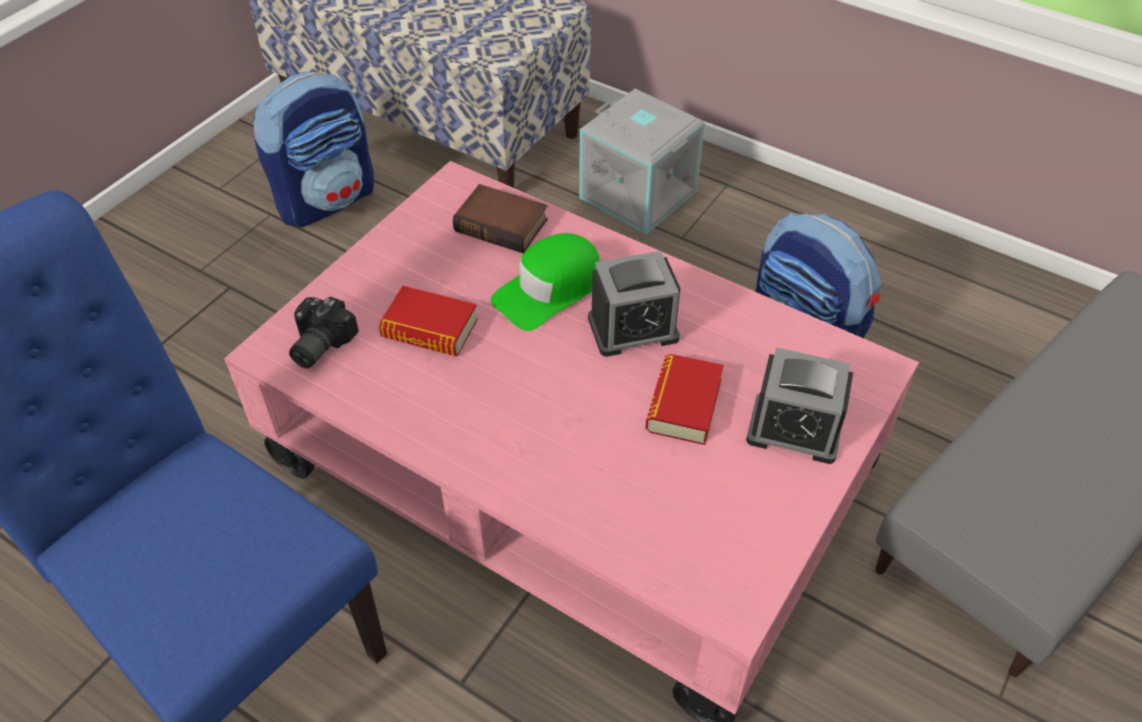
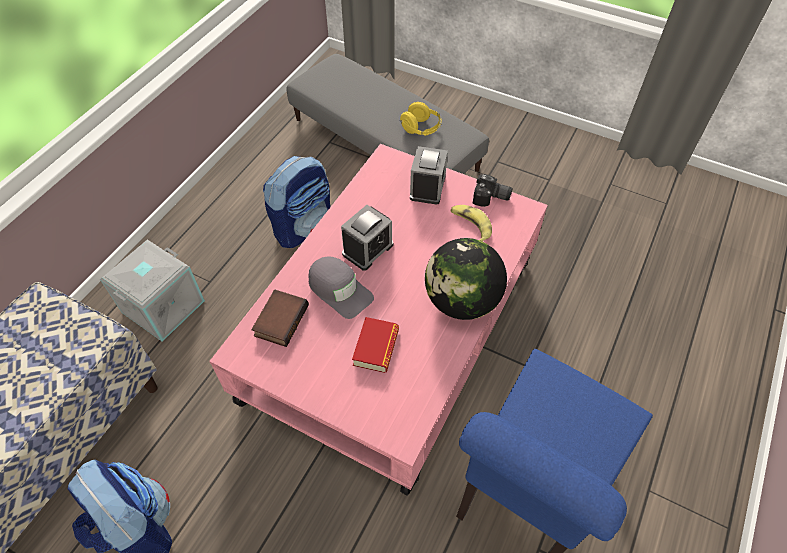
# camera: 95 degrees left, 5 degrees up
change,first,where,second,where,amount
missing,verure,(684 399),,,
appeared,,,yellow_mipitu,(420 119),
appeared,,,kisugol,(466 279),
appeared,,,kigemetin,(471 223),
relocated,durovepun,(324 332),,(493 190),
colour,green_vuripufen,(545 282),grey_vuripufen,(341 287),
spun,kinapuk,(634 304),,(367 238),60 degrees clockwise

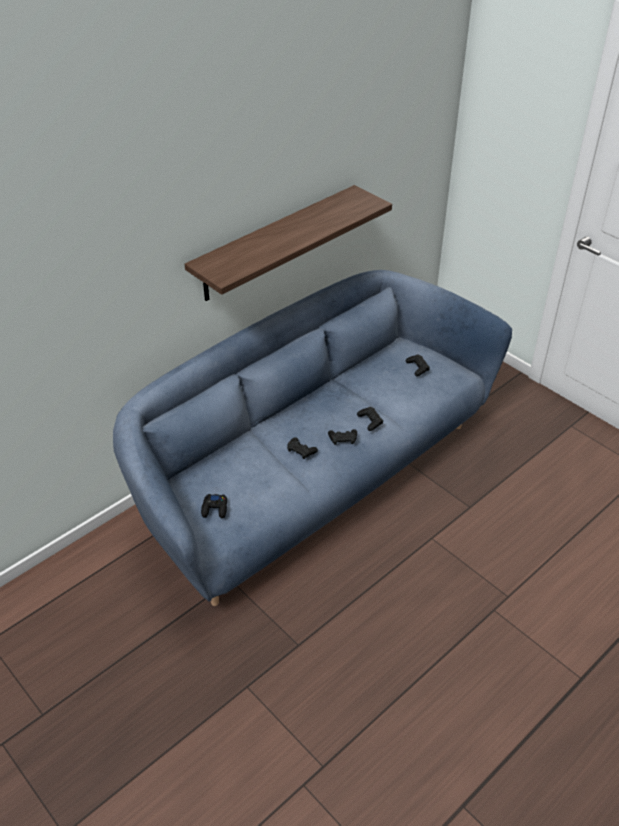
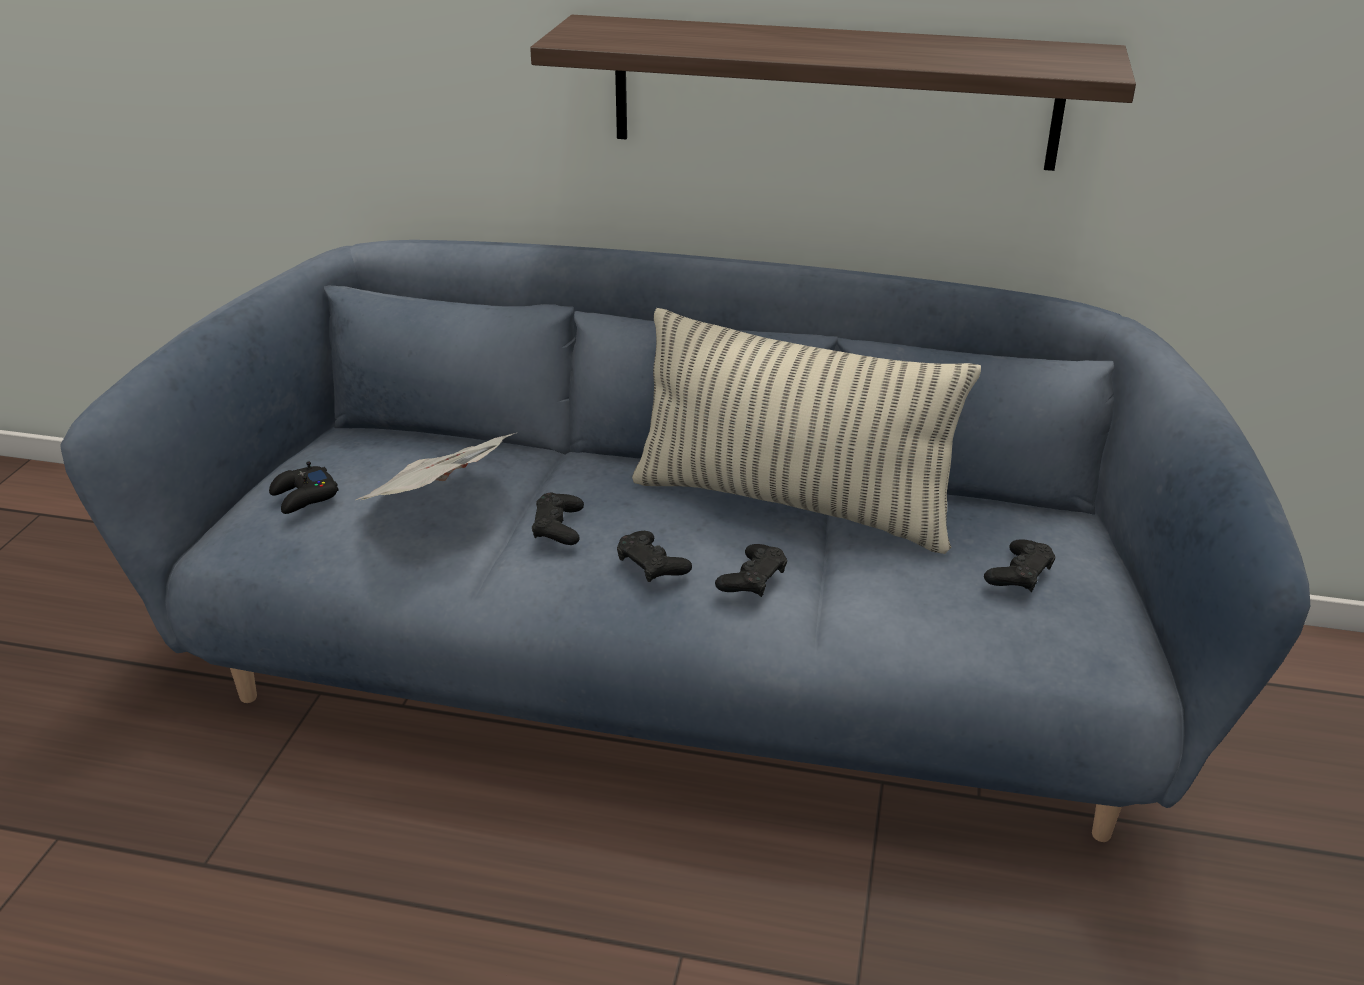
# camera: 55 degrees right, 10 degrees down
change,first,where,second,where,amount
appeared,,,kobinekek,(437 466),
appeared,,,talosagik,(806 431),

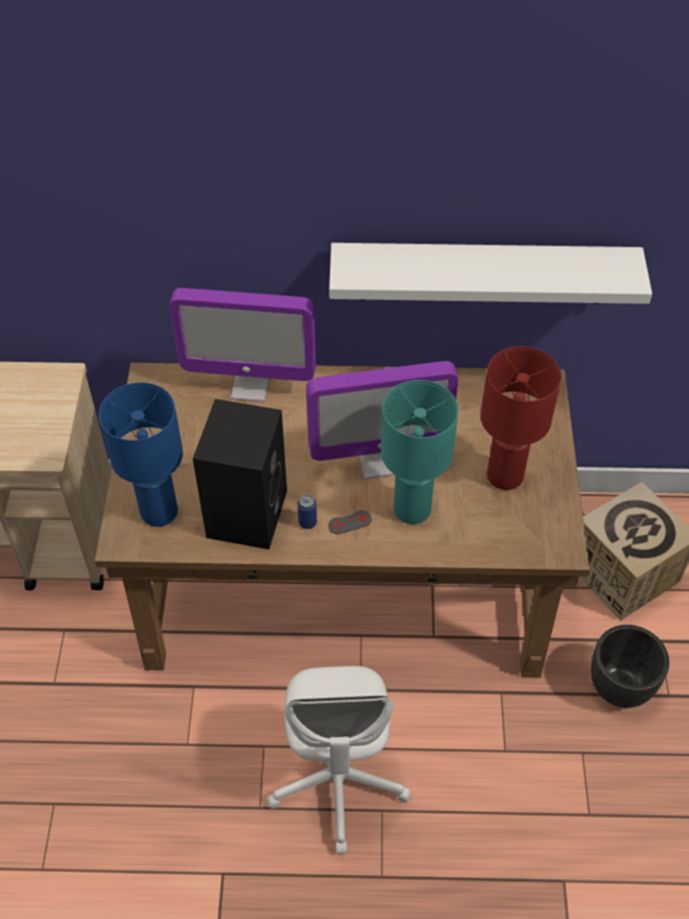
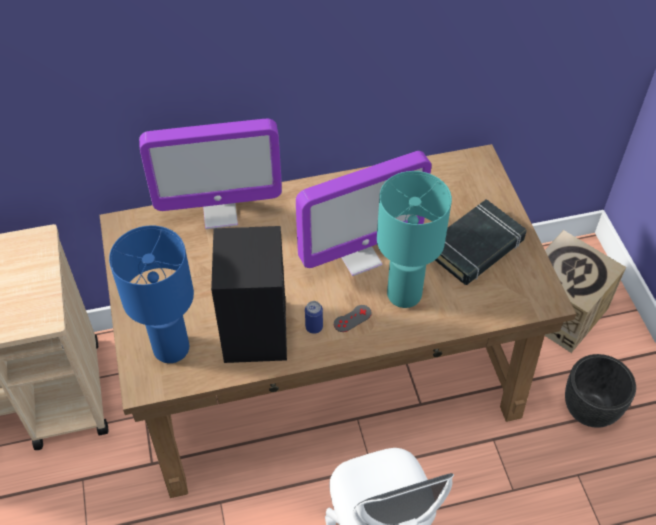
# camera: 15 degrees left, 0 degrees up
change,first,where,second,where,amount
missing,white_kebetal,(490 273),,,
exchanged,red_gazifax,(521 418),black_verure,(481 242),

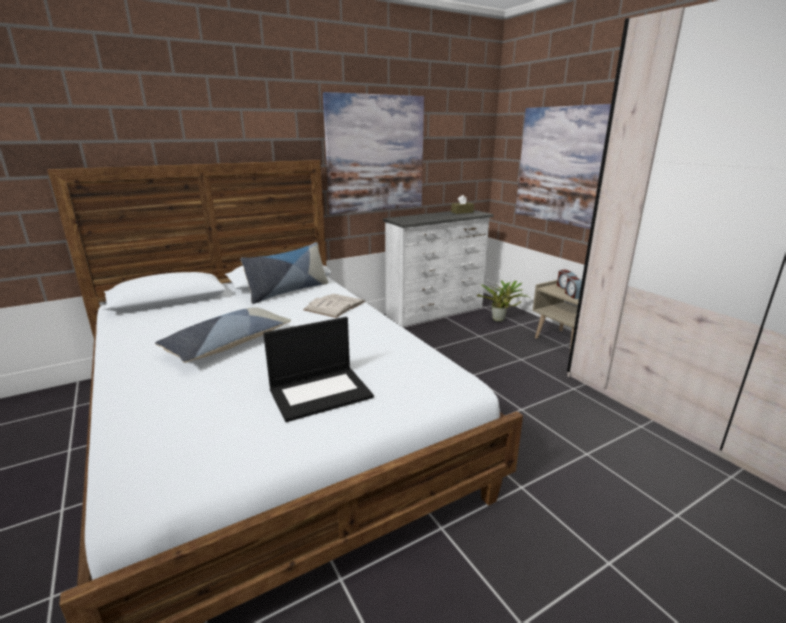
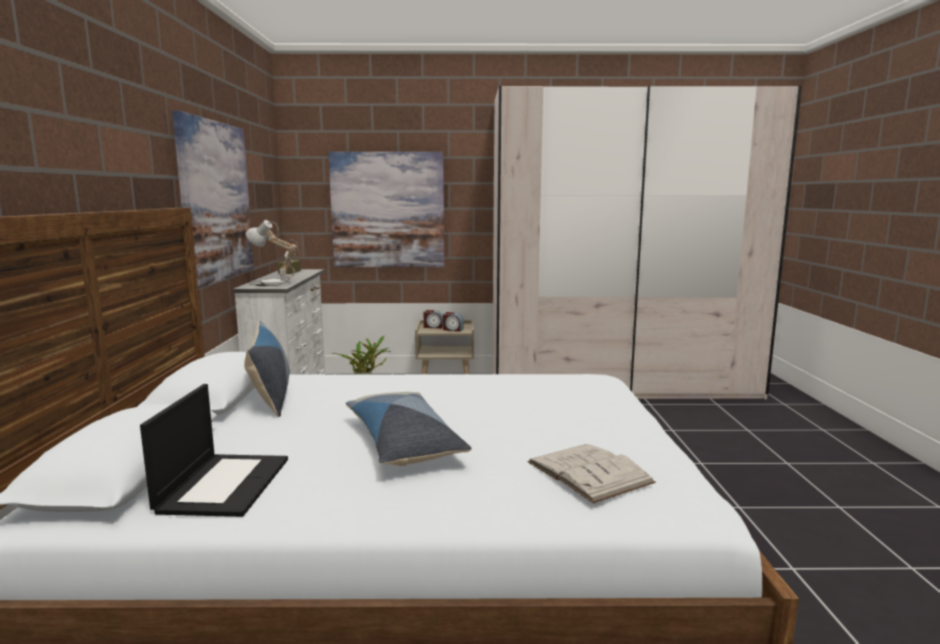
# camera: 60 degrees left, 10 degrees down
change,first,where,second,where,amount
appeared,,,gazifax,(272 253),
relocated,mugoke,(318 369),,(214 450),
relocated,white_verure,(335 306),,(592 473),

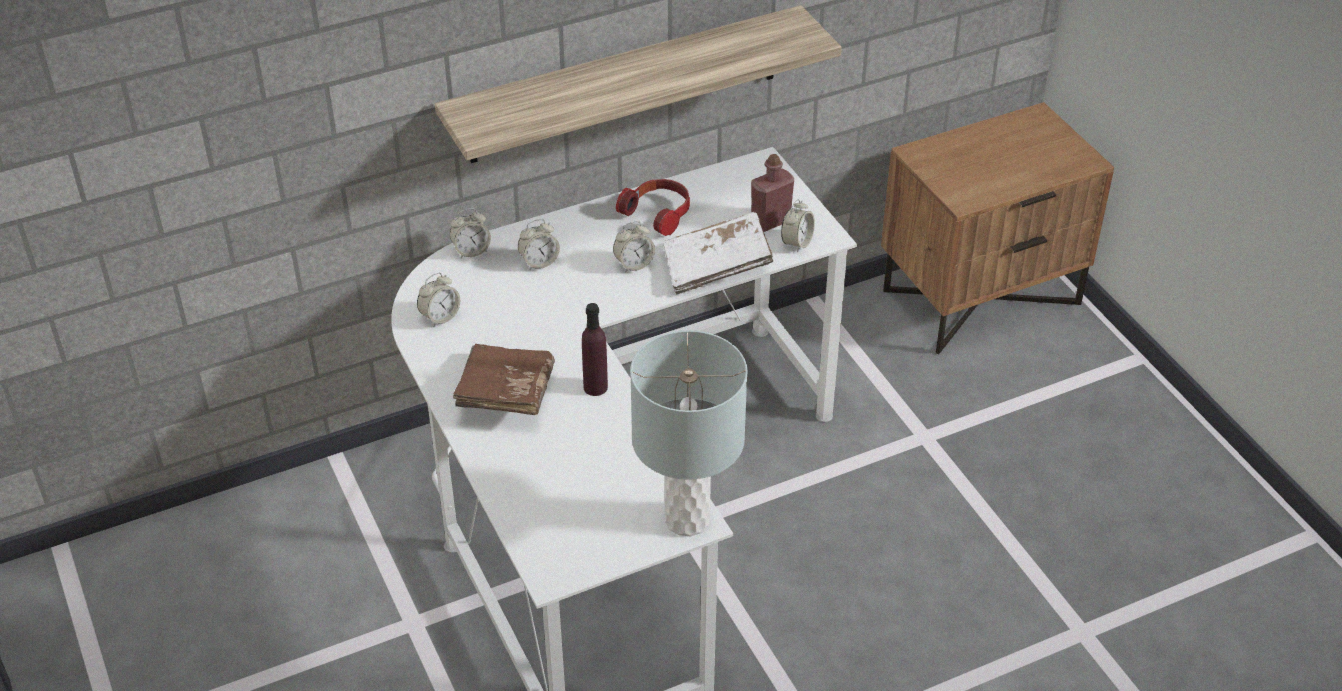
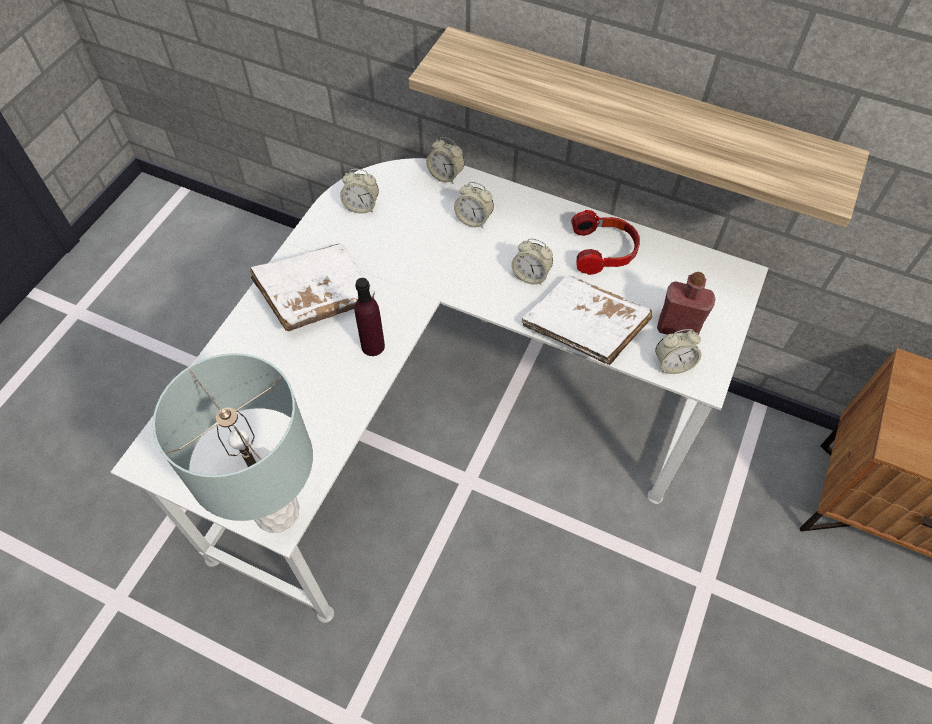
# camera: 50 degrees right, 15 degrees up
change,first,where,second,where,amount
colour,brown_verure,(504 379),white_verure,(312 287),

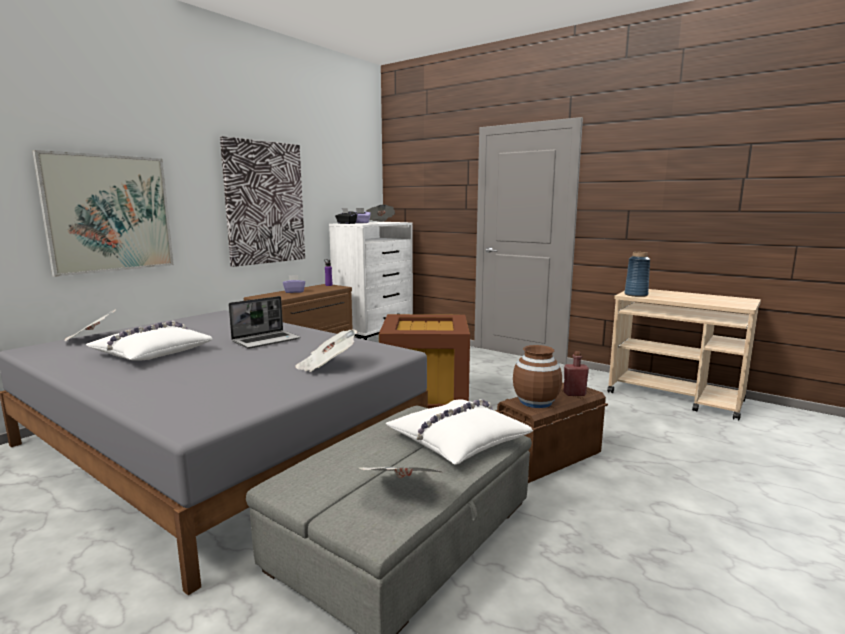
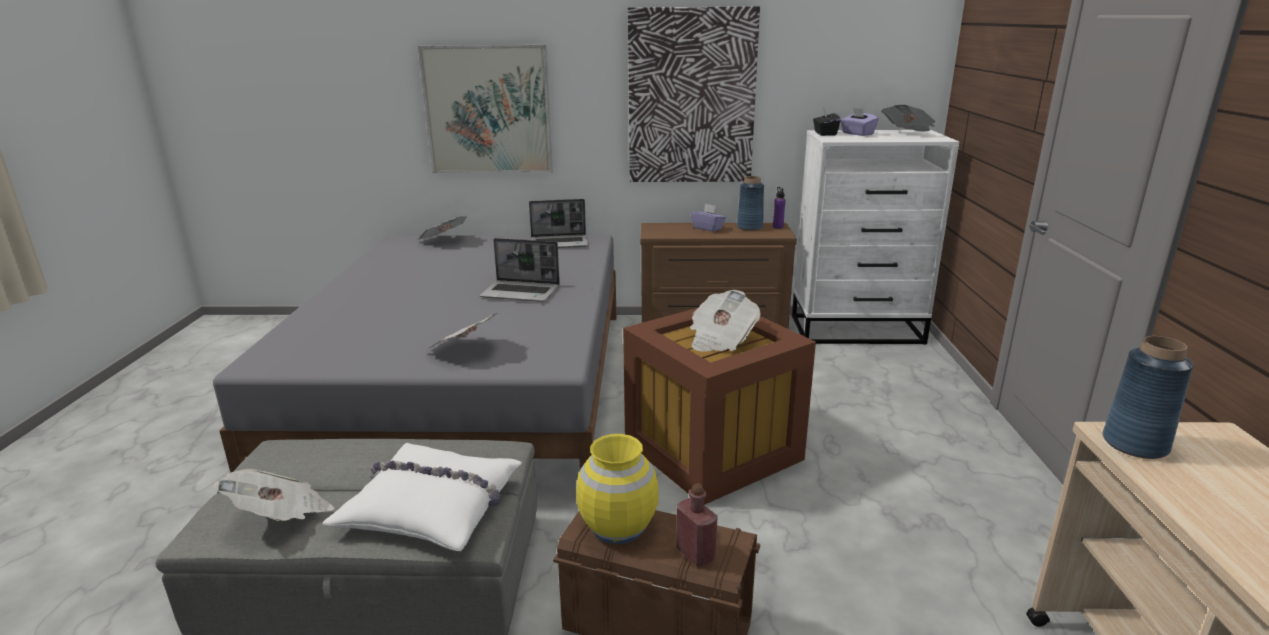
# camera: 55 degrees right, 10 degrees up
change,first,where,second,where,amount
missing,white_talosagik,(149 341),,,
appeared,,,mugoke,(559 223),
appeared,,,kobinekek,(725 321),
appeared,,,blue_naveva,(750 203),
colour,brown_naveva,(537 376),yellow_naveva,(617 489),

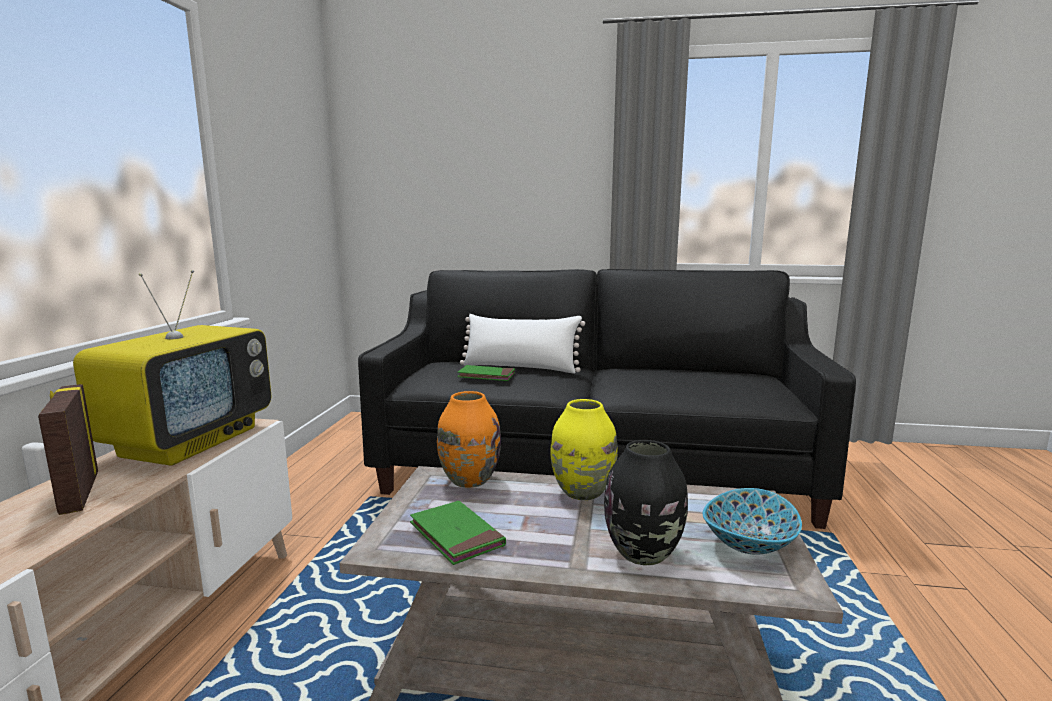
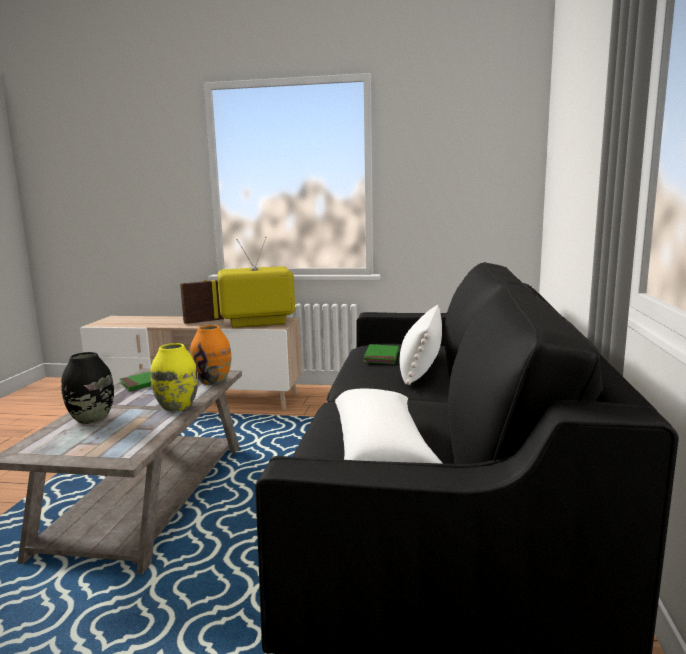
# camera: 90 degrees right, 0 degrees up
change,first,where,second,where,amount
missing,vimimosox,(752 521),,,
appeared,,,white_talosagik,(389 426),
spun,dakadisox,(172 368),,(256 282),150 degrees clockwise

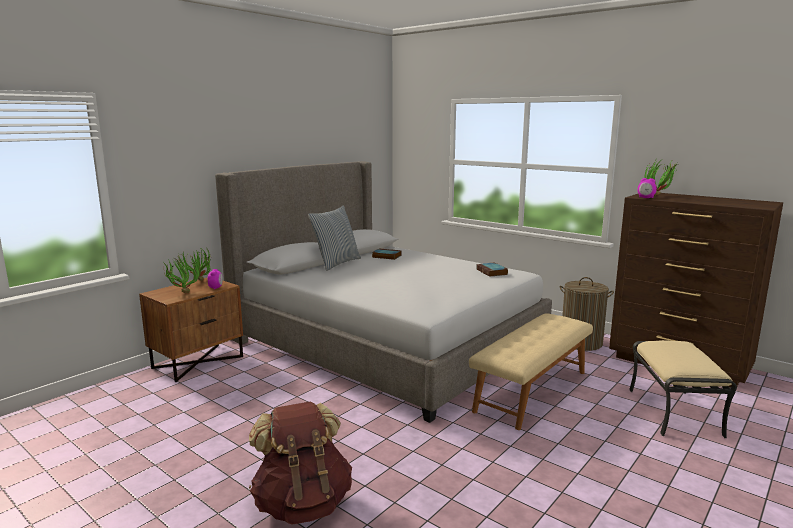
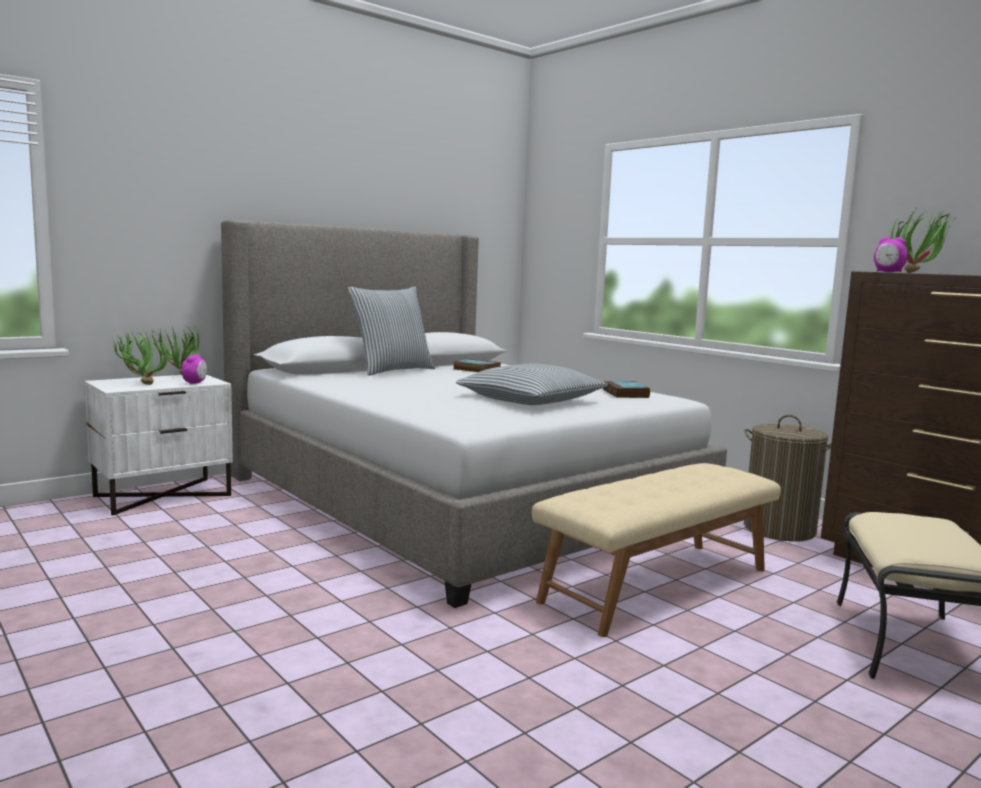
# camera: 10 degrees right, 5 degrees down
change,first,where,second,where,amount
missing,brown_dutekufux,(300 463),,,
appeared,,,talosagik,(532 384),
colour,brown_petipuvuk,(191 329),white_petipuvuk,(158 445),

